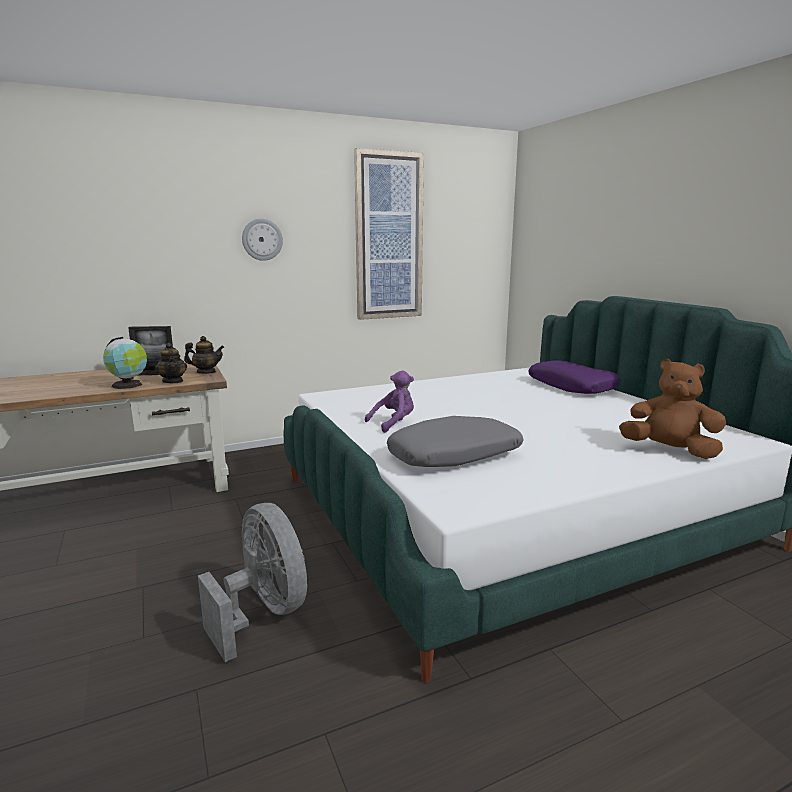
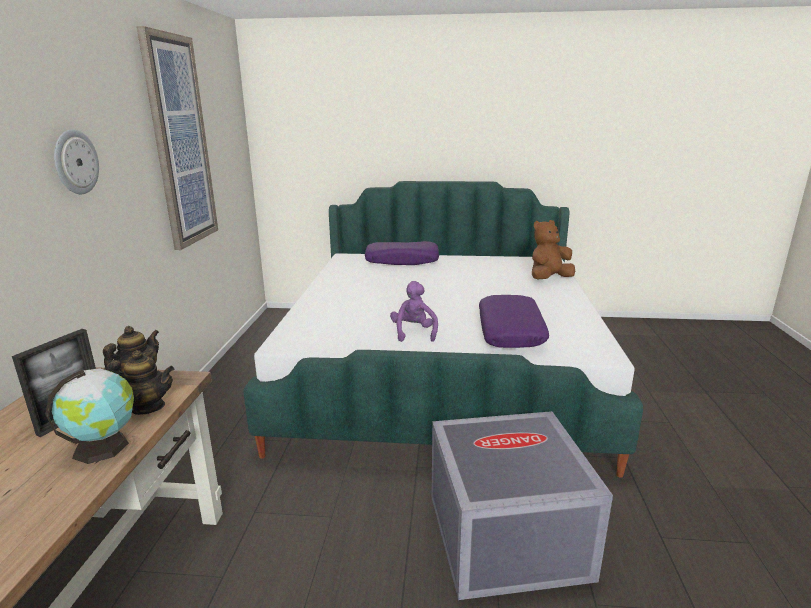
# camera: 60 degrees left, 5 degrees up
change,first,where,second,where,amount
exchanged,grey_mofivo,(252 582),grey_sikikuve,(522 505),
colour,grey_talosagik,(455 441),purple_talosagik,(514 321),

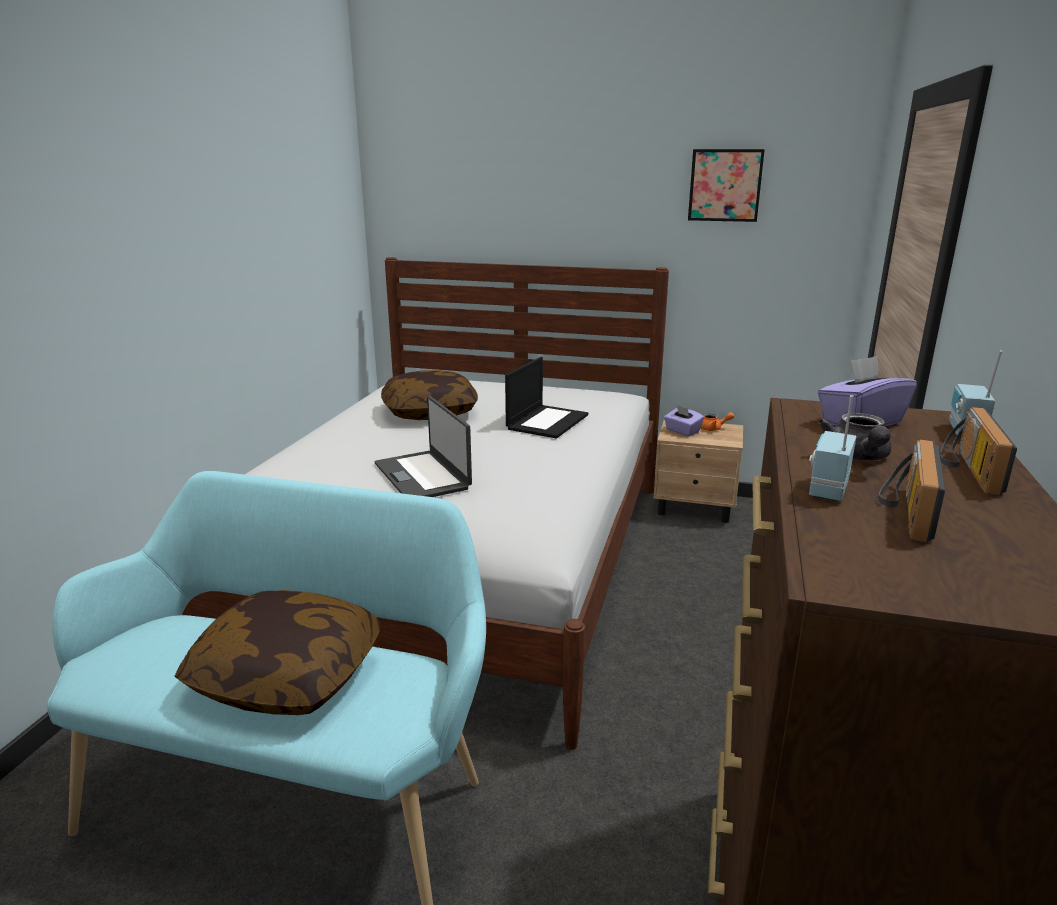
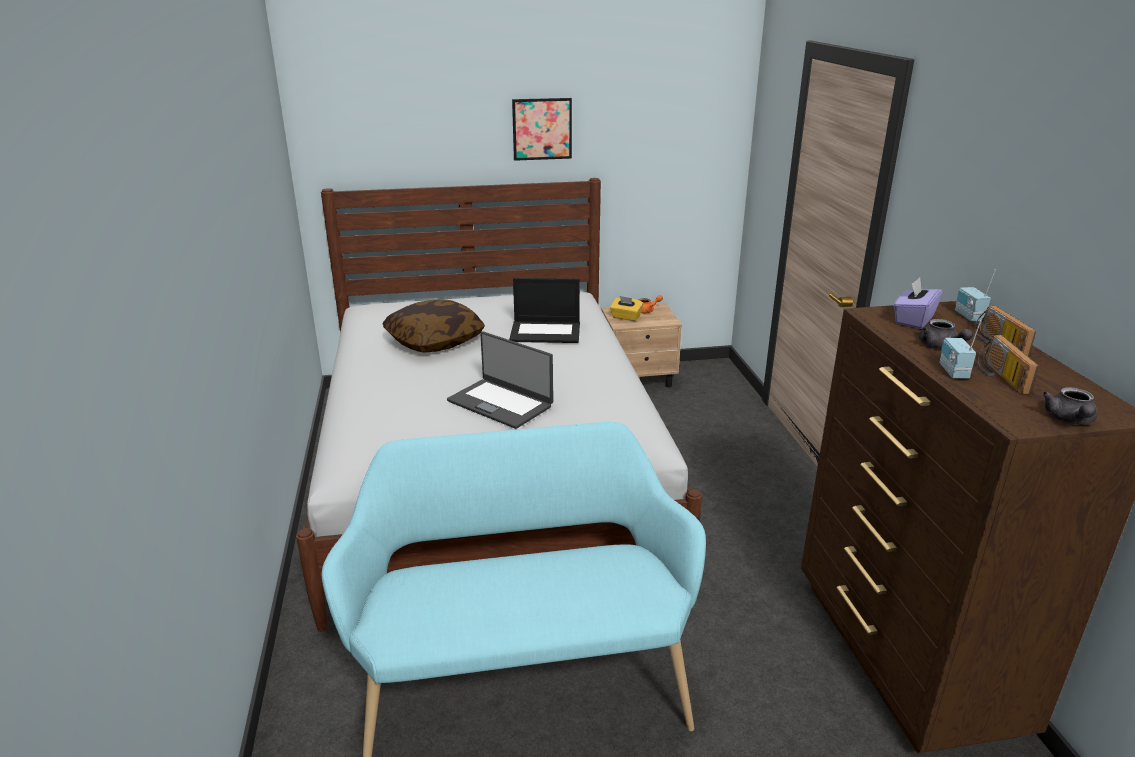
# camera: 25 degrees left, 5 degrees up
change,first,where,second,where,amount
missing,talosagik,(278 652),,,
appeared,,,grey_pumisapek,(1070 406),
relocated,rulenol,(726 185),,(542 129),
colour,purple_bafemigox,(684 420),yellow_bafemigox,(626 308),
spun,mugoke,(546 397),,(544 310),90 degrees clockwise

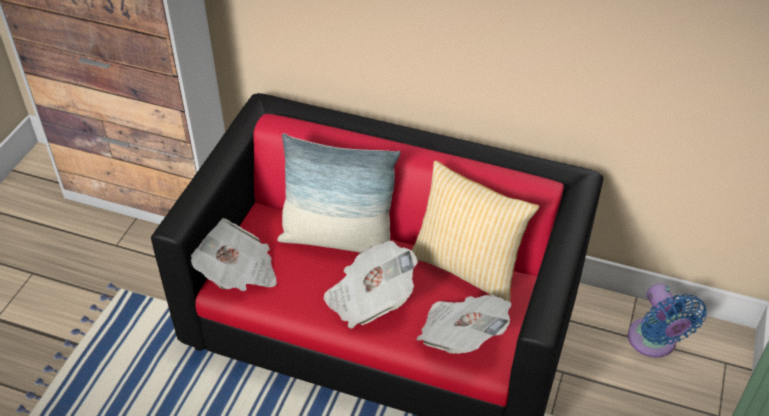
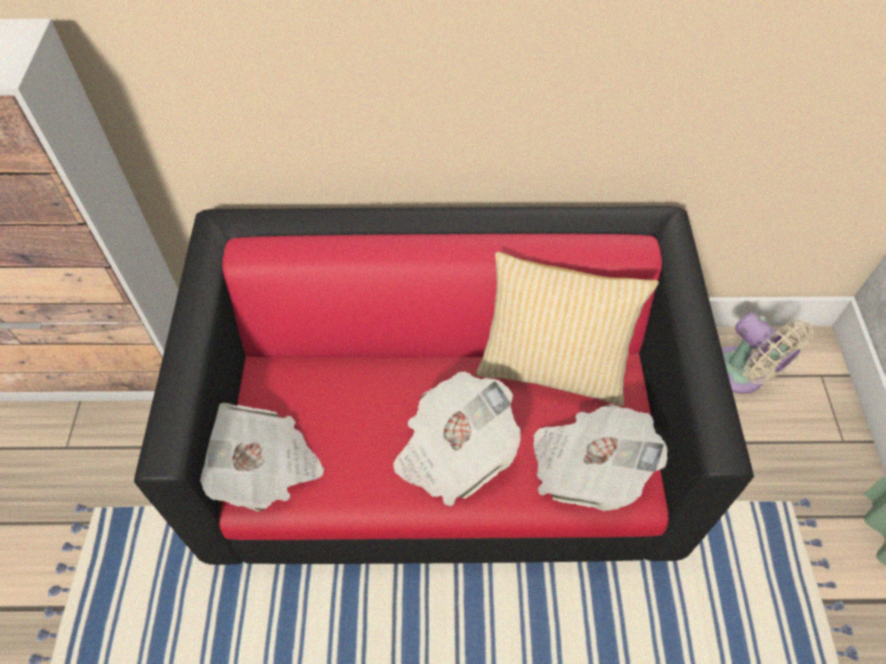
# camera: 20 degrees left, 10 degrees up
change,first,where,second,where,amount
missing,talosagik,(339 192),,,
colour,blue_mofivo,(667 320),beige_mofivo,(768 353),

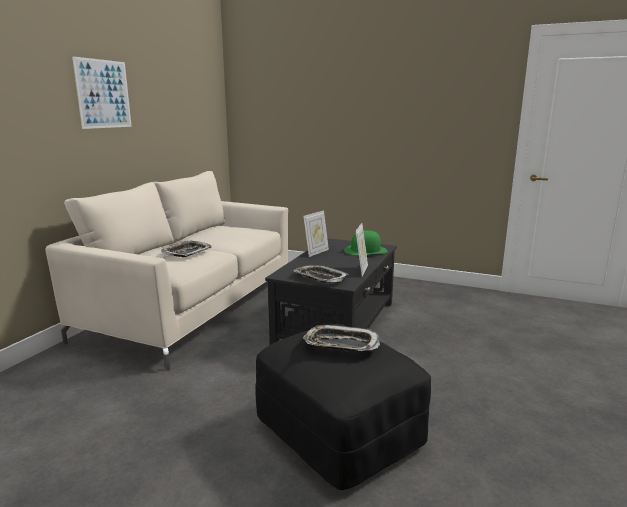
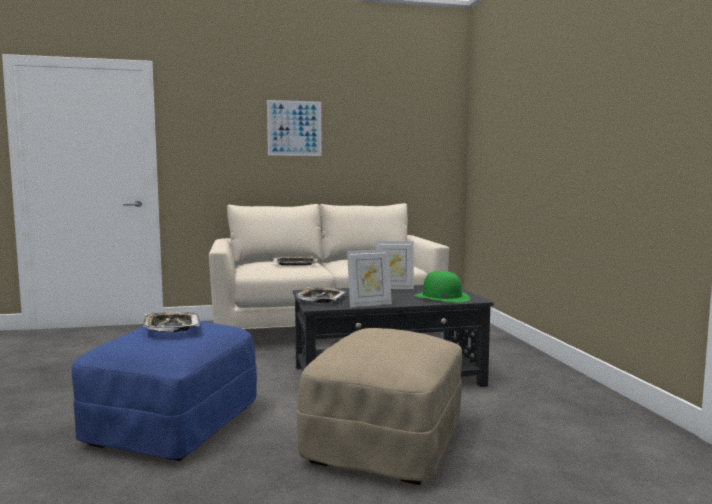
# camera: 55 degrees right, 10 degrees down
change,first,where,second,where,amount
appeared,,,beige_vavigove,(379 406),
colour,black_vavigove,(343 407),blue_vavigove,(164 391),

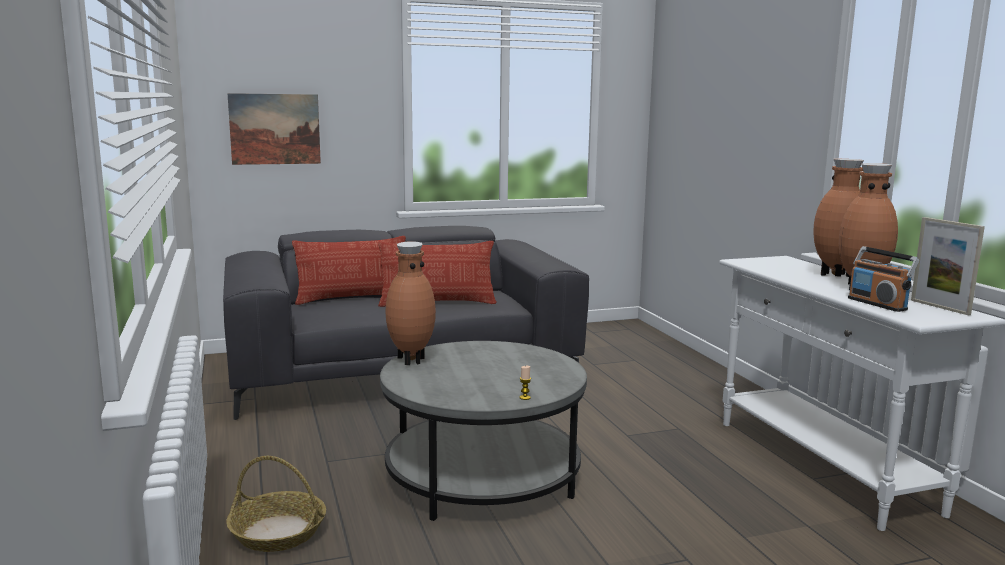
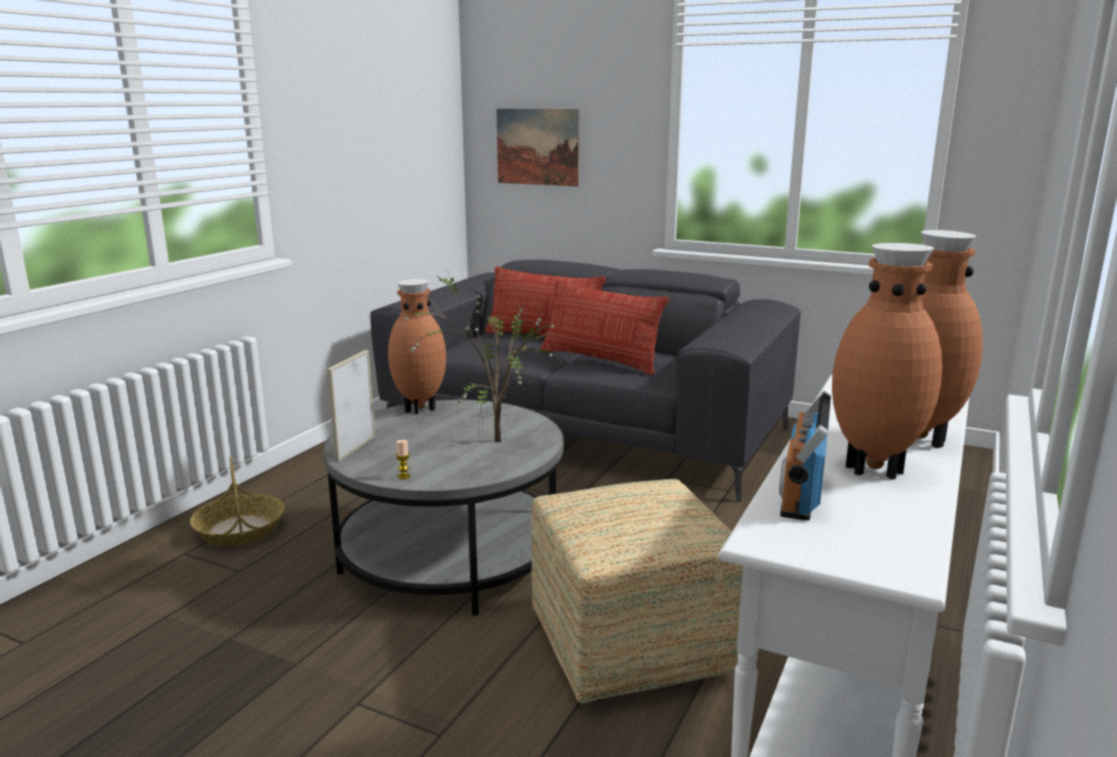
# camera: 45 degrees right, 5 degrees up
change,first,where,second,where,amount
appeared,,,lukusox,(485 356),
appeared,,,vavigove,(637 591),
relocated,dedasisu,(948 266),,(351 406),

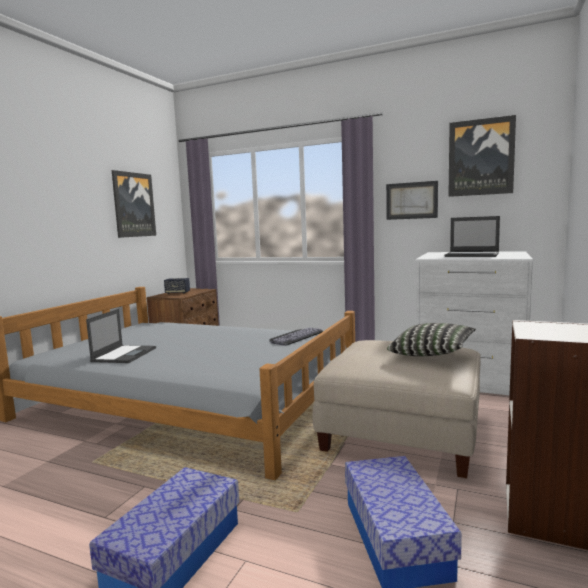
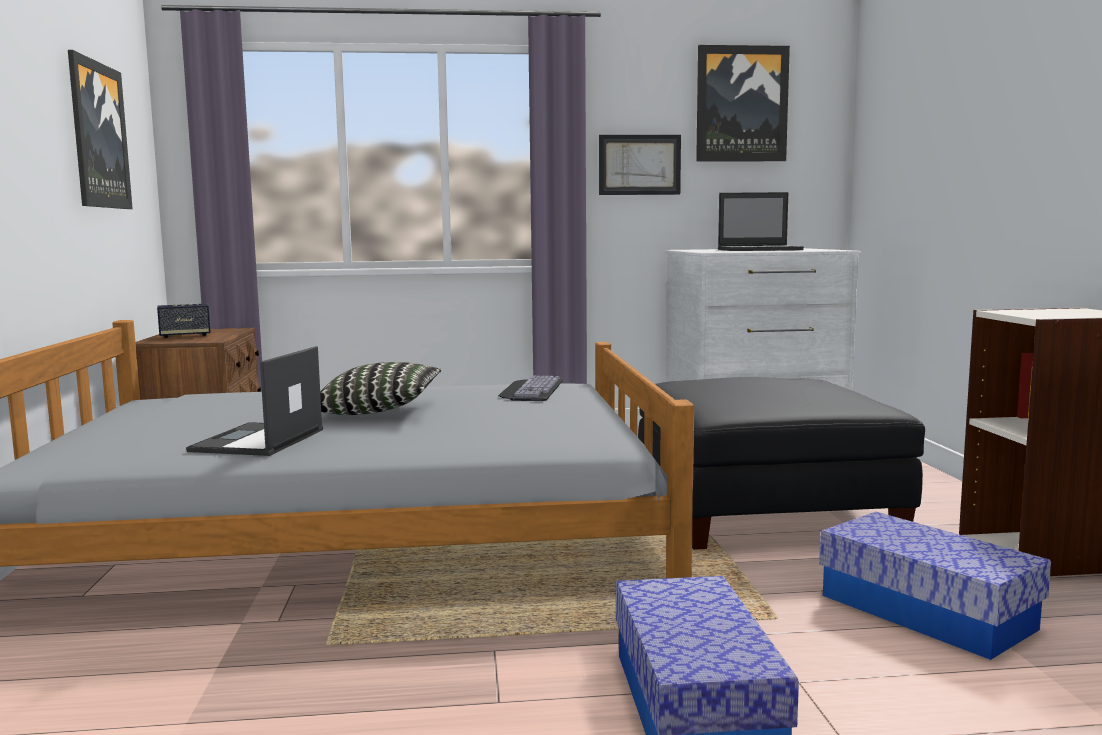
# camera: 30 degrees left, 0 degrees up
change,first,where,second,where,amount
relocated,talosagik,(431 339),,(381 388),
colour,beige_vavigove,(396 409),black_vavigove,(781 463),
spun,mugoke,(121 336),,(254 401),150 degrees counterclockwise

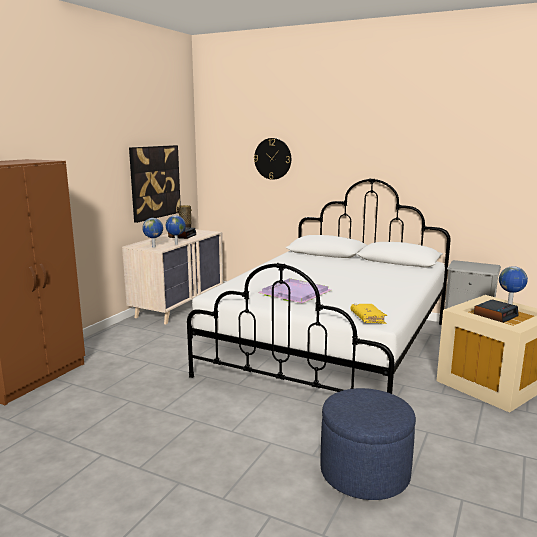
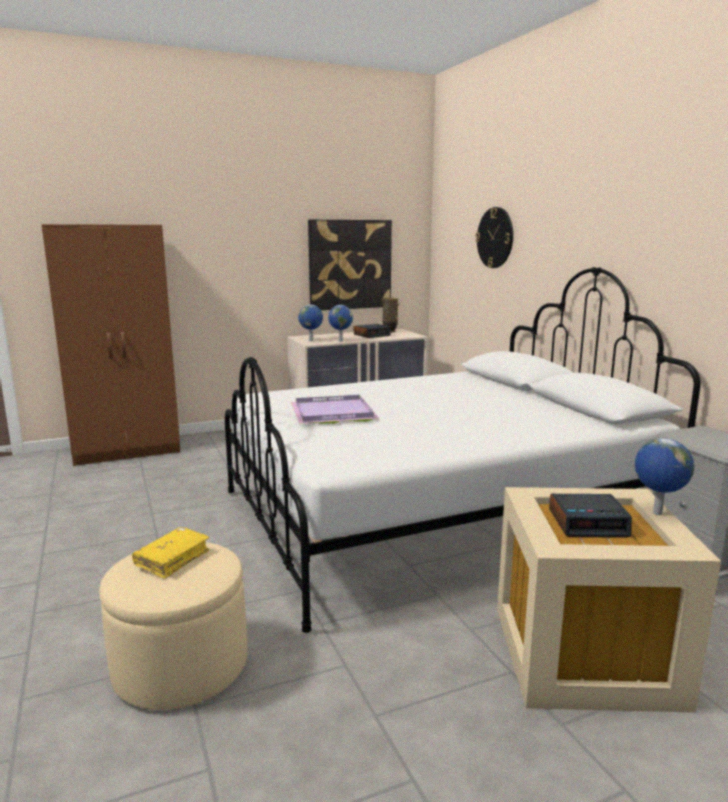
# camera: 40 degrees right, 0 degrees up
change,first,where,second,where,amount
relocated,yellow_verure,(368 314),,(171 553),
colour,blue_vavigove,(368 444),beige_vavigove,(173 626),

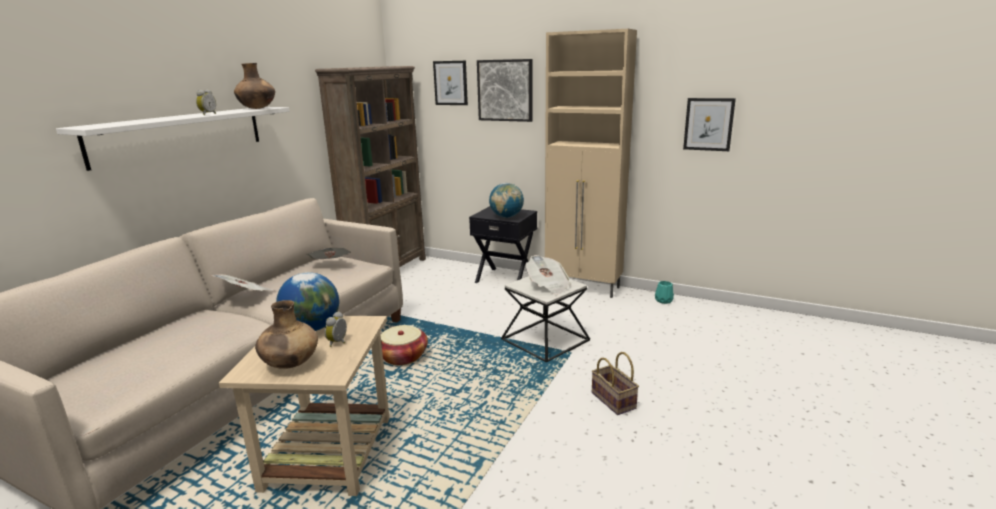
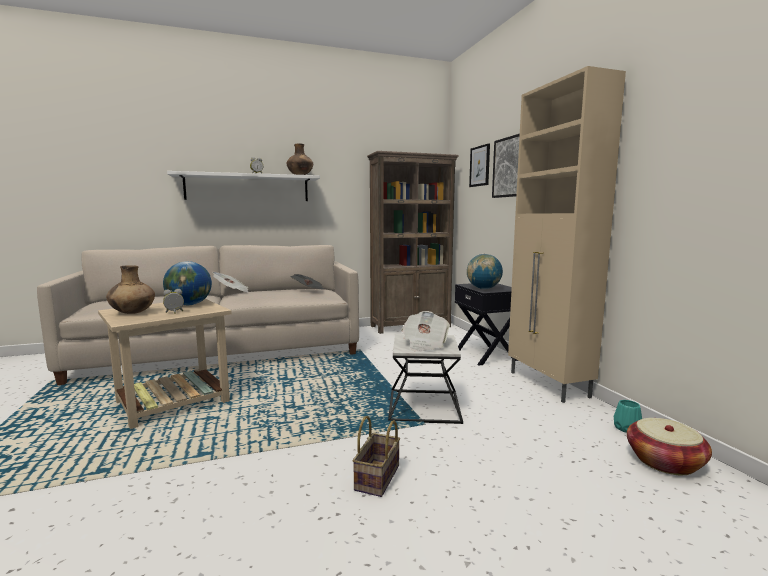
# camera: 45 degrees right, 10 degrees down
change,first,where,second,where,amount
missing,rulenol,(709 124),,,
relocated,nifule,(404 345),,(669 446),

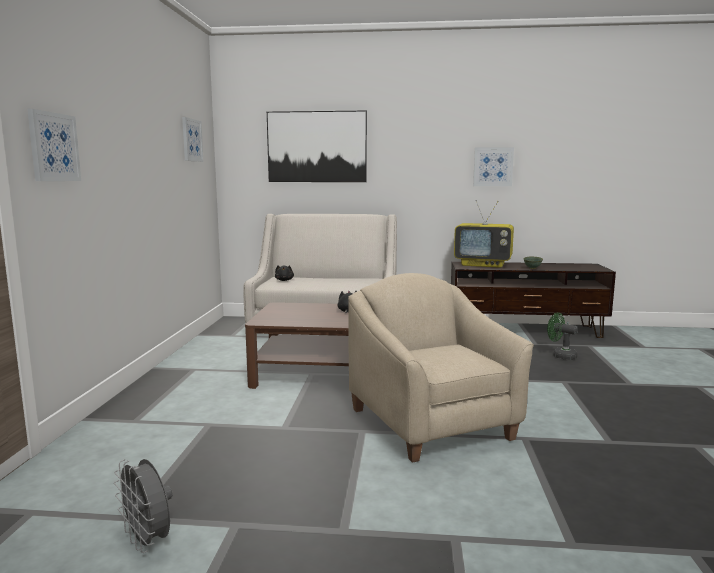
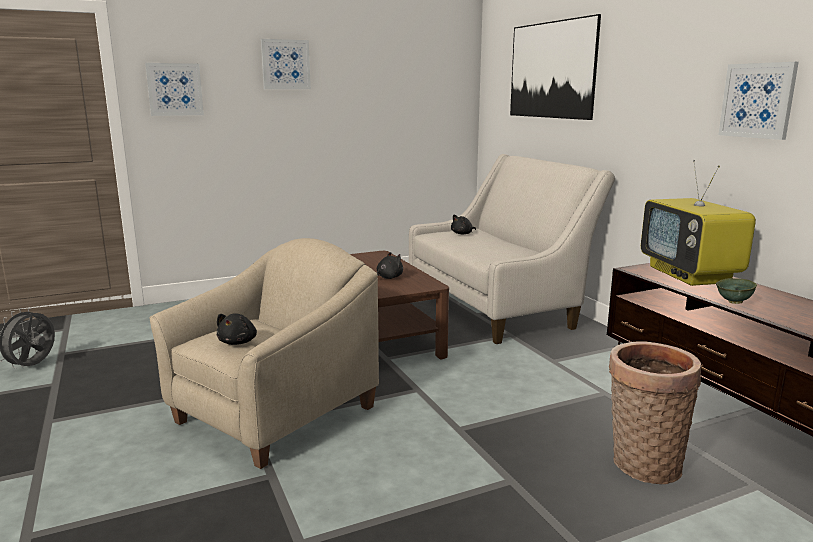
# camera: 60 degrees right, 5 degrees up
change,first,where,second,where,amount
appeared,,,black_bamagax,(237 329),
relocated,rulenol,(192 139),,(286 64),
exchanged,green_mofivo,(562 336),nifule,(655 412),

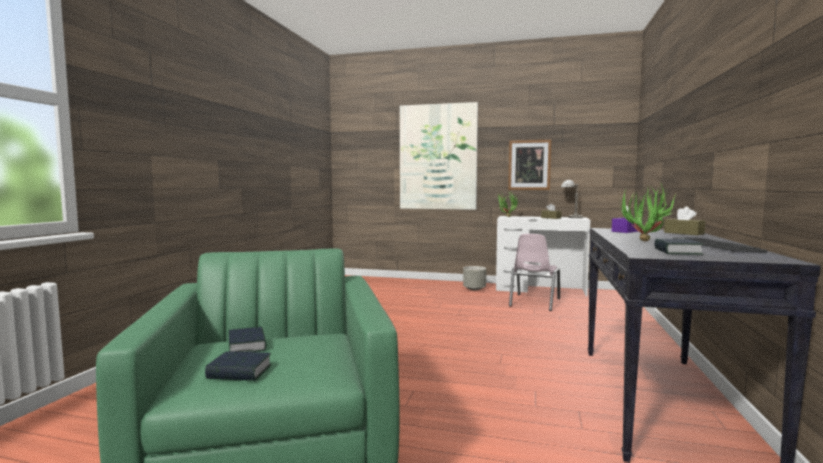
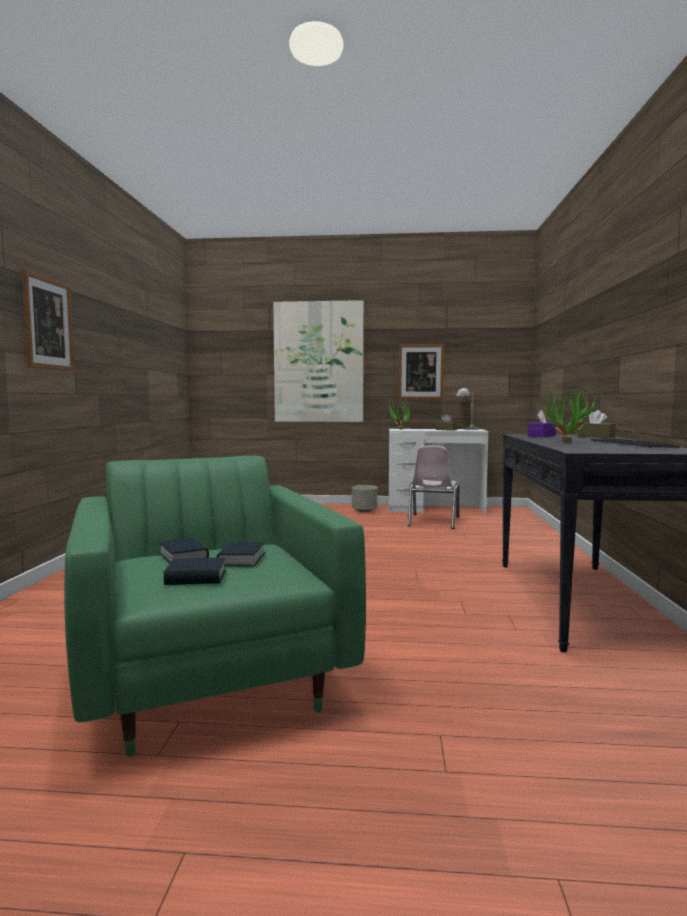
# camera: 10 degrees left, 0 degrees up
change,first,where,second,where,amount
appeared,,,rulenol,(48 320),
relocated,verure,(678 247),,(241 554),

